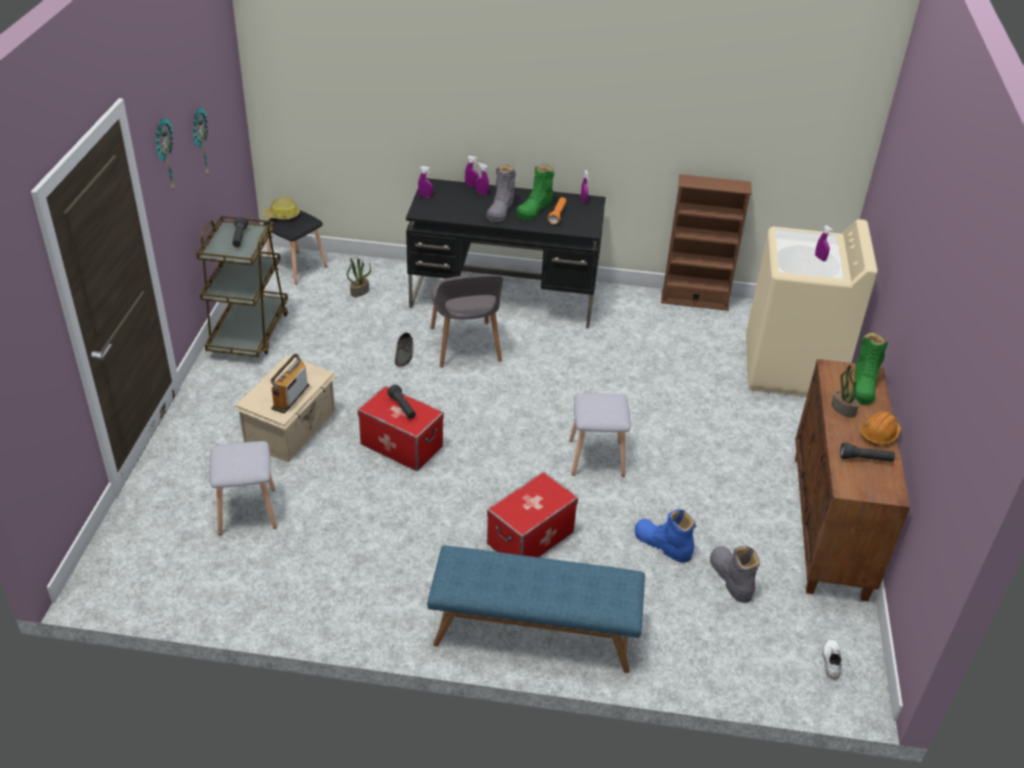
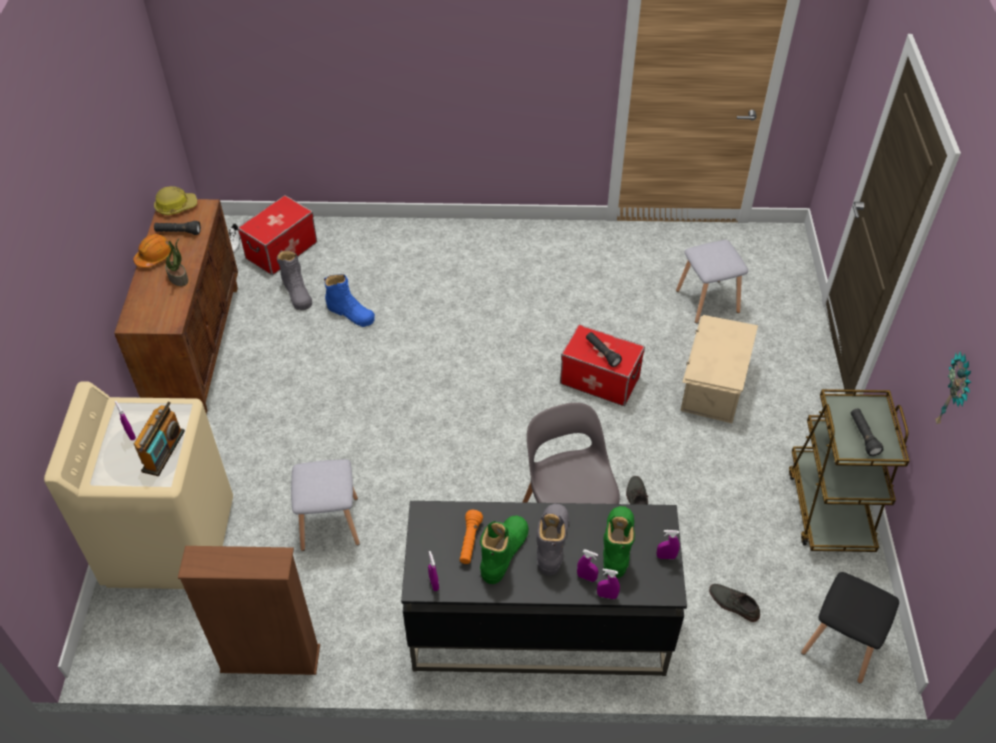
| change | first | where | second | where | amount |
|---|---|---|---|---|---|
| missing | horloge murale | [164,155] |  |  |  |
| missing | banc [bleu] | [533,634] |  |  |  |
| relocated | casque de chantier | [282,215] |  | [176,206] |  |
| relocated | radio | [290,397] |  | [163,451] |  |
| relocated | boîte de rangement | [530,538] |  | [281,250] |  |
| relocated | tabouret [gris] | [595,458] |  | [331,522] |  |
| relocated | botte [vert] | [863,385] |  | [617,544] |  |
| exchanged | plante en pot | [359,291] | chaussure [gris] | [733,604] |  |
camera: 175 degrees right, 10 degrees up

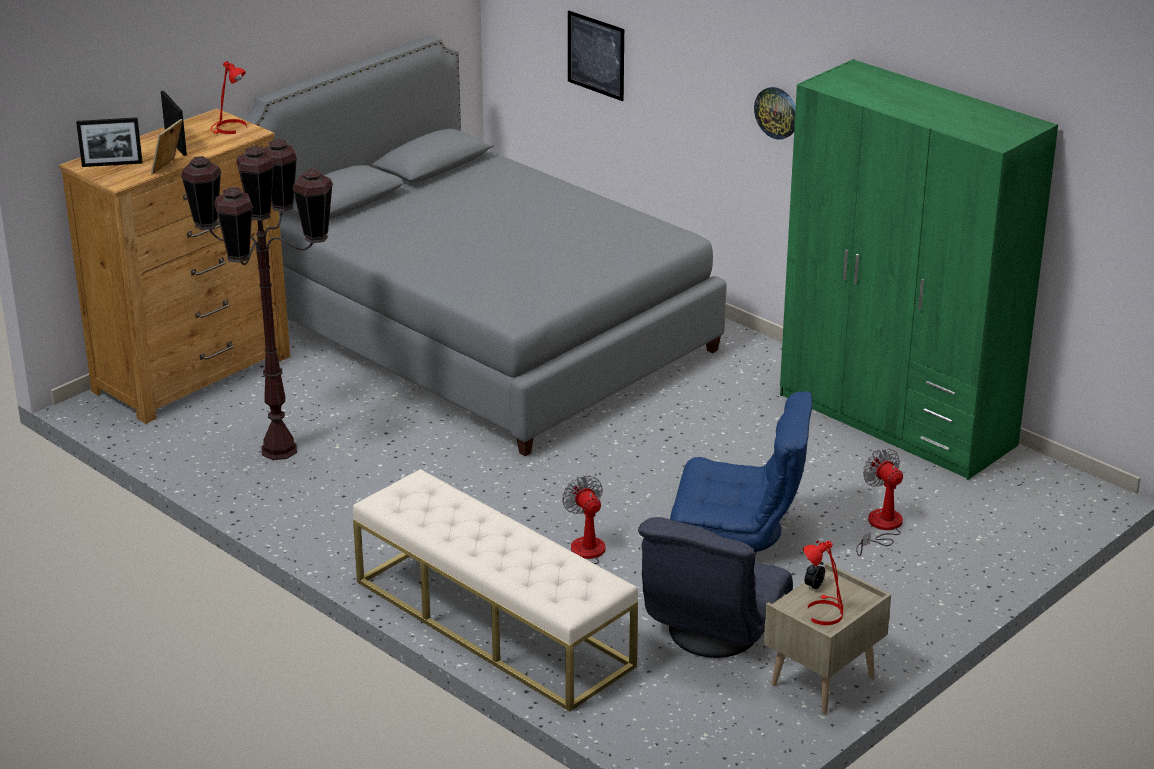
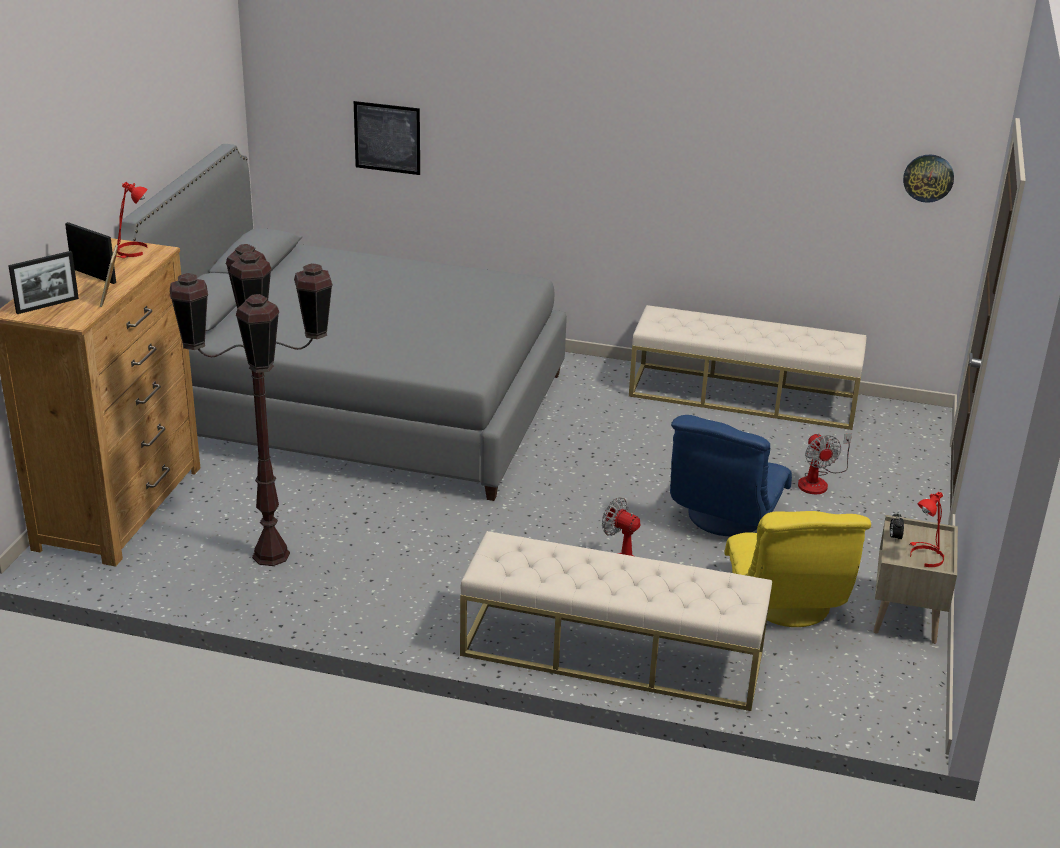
| change | first | where | second | where | amount |
|---|---|---|---|---|---|
| relocated | horloge murale | [777,112] |  | [928,178] |  |
| exchanged | armoire [vert] | [896,420] | banc [beige] | [743,396] |  |
| colour | fauteuil [gris] | [711,631] | fauteuil [jaune] | [786,604] |  |
| spun | fauteuil [bleu] | [738,533] |  | [723,516] | 135 degrees clockwise |
| spun | ventilateur | [881,527] |  | [818,481] | 135 degrees counterclockwise |
camera: 30 degrees left, 0 degrees up

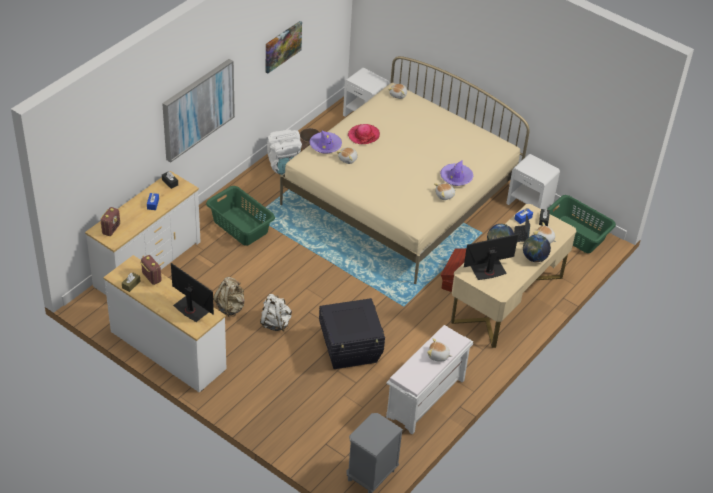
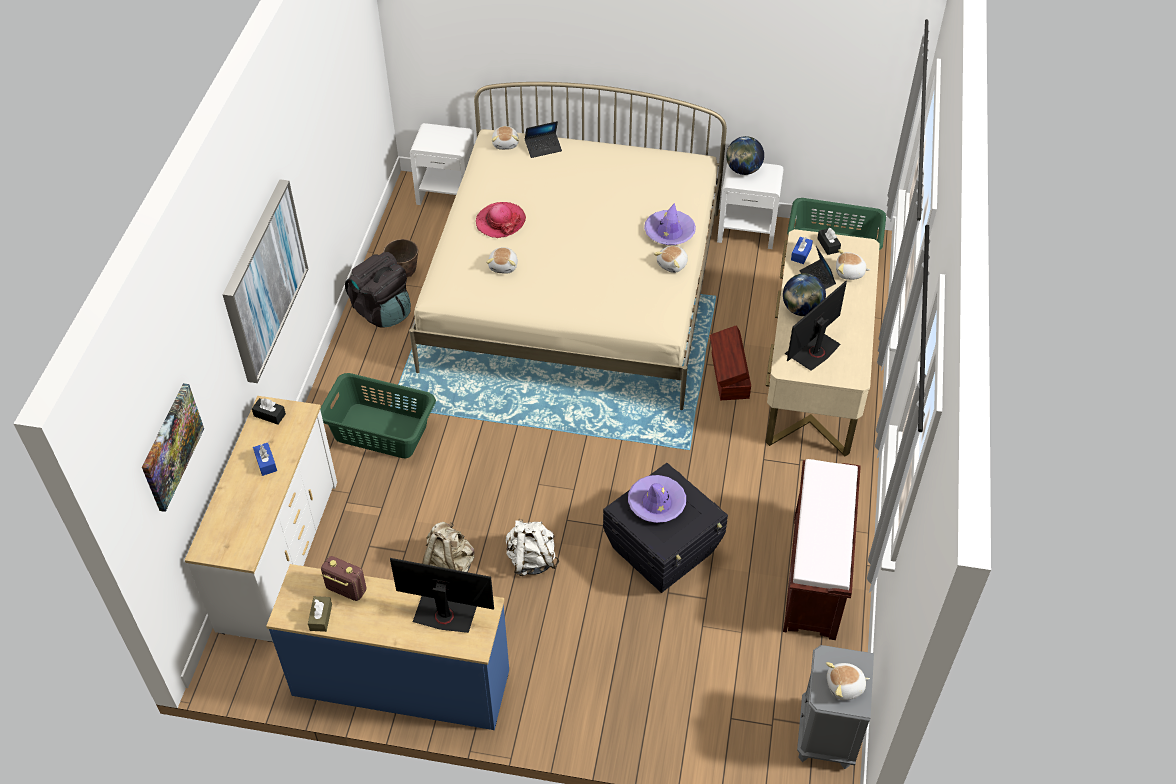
| change | first | where | second | where | amount |
|---|---|---|---|---|---|
| missing | radio | [111,229] |  |  |  |
| appeared |  |  | ordinateur portable | [543,148] |  |
| relocated | tableau | [282,46] |  | [171,446] |  |
| relocated | chapeau [violet] | [325,145] |  | [656,503] |  |
| relocated | peluche | [438,356] |  | [845,687] |  |
| relocated | globe | [534,258] |  | [743,170] |  |
| colour | commode [blanc] | [167,350] | commode [bleu] | [401,684] |  |
| colour | sac à dos [blanc] | [284,165] | sac à dos [noir] | [382,311] |  |
| colour | banc [blanc] | [425,399] | banc [marron] | [815,577] |  |
camera: 25 degrees left, 5 degrees up

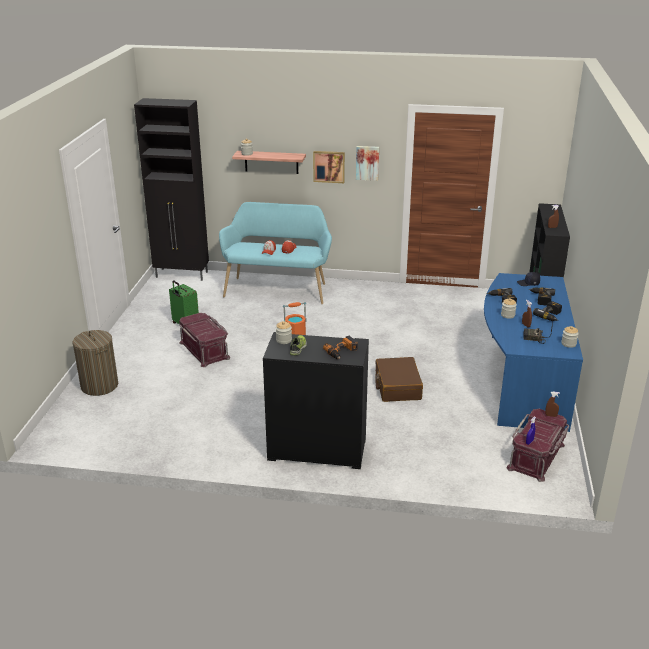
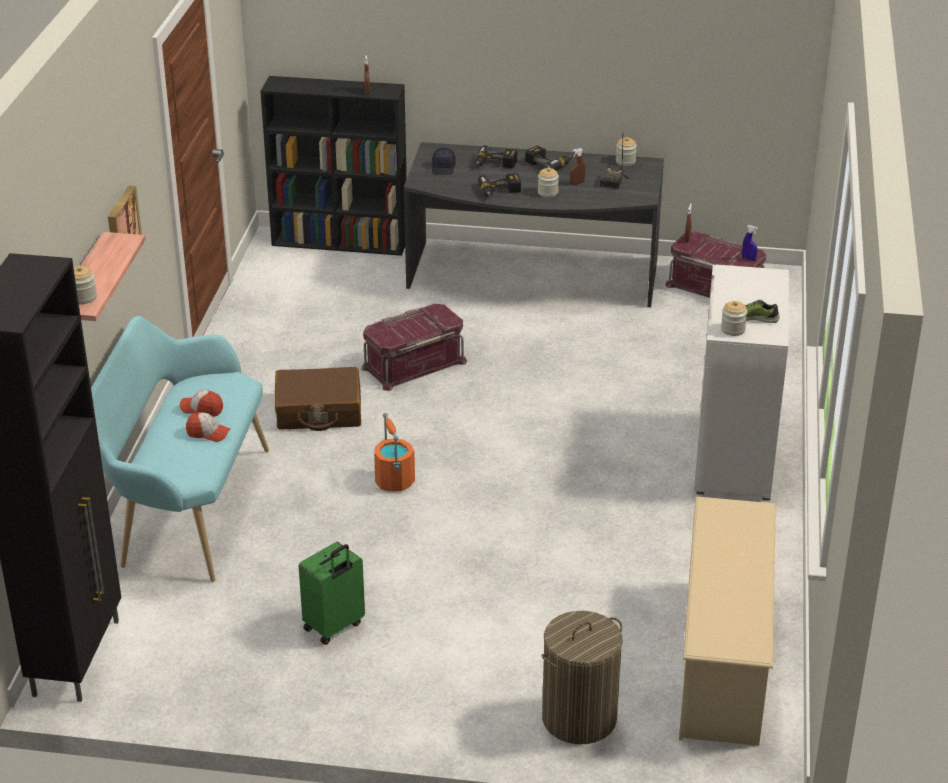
| change | first | where | second | where | amount |
|---|---|---|---|---|---|
| missing | perceuse | [342,352] |  |  |  |
| missing | tableau | [367,162] |  |  |  |
| appeared |  |  | étagère à chaussures [beige] | [723,661] |  |
| relocated | boîte de rangement [rouge] | [205,350] |  | [413,364] |  |
| relocated | valise [marron] | [397,386] |  | [318,411] |  |
| colour | meuble de rangement [noir] | [316,450] | meuble de rangement [blanc] | [735,455] |  |
| colour | bureau [bleu] | [521,379] | bureau [gris] | [532,277] |  |
camera: 90 degrees left, 5 degrees up

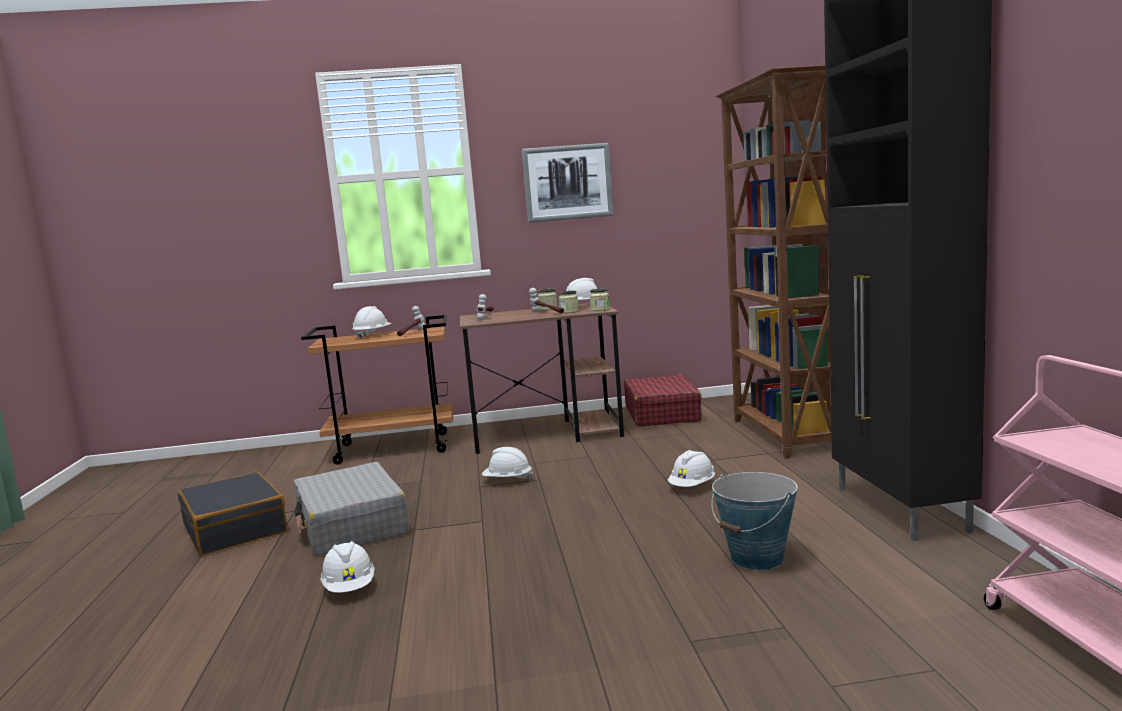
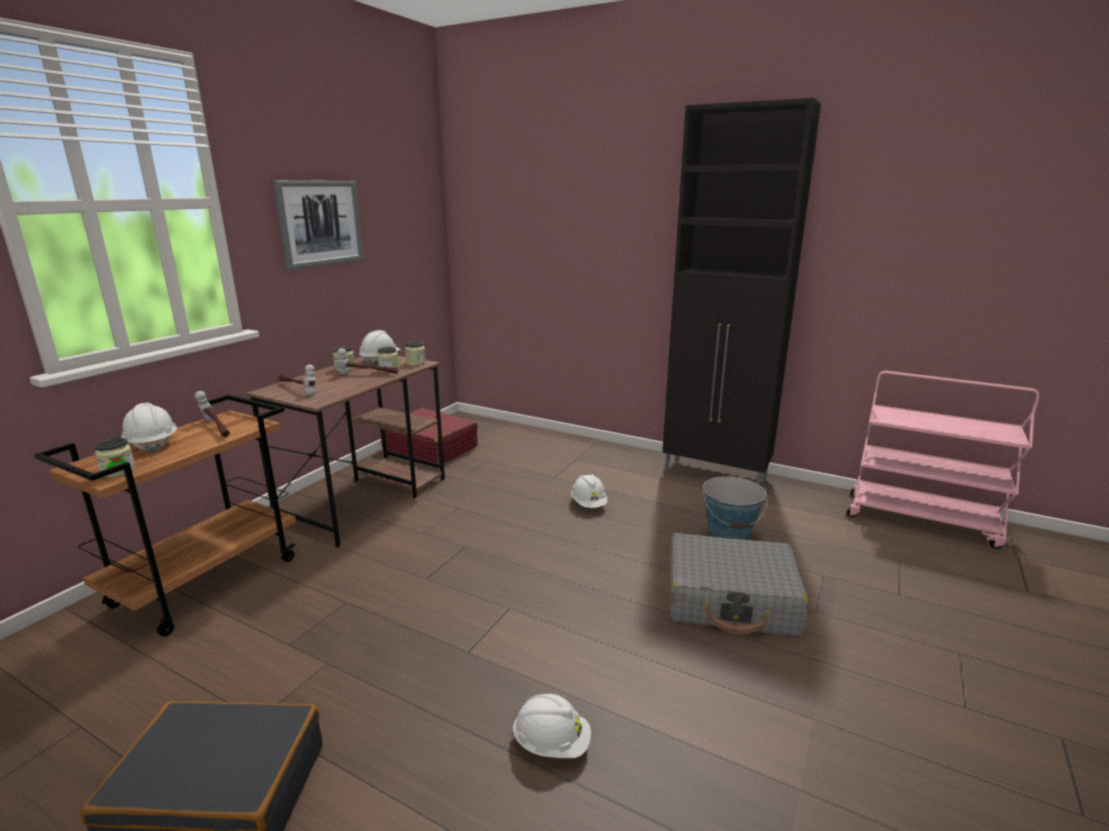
| change | first | where | second | where | amount |
|---|---|---|---|---|---|
| missing | casque de chantier [blanc] | [507,480] |  |  |  |
| missing | bibliothèque [marron] | [783,435] |  |  |  |
| appeared |  |  | bocal | [118,471] |  |
| relocated | valise [gris] | [351,526] |  | [731,600] |  |
camera: 55 degrees left, 10 degrees up

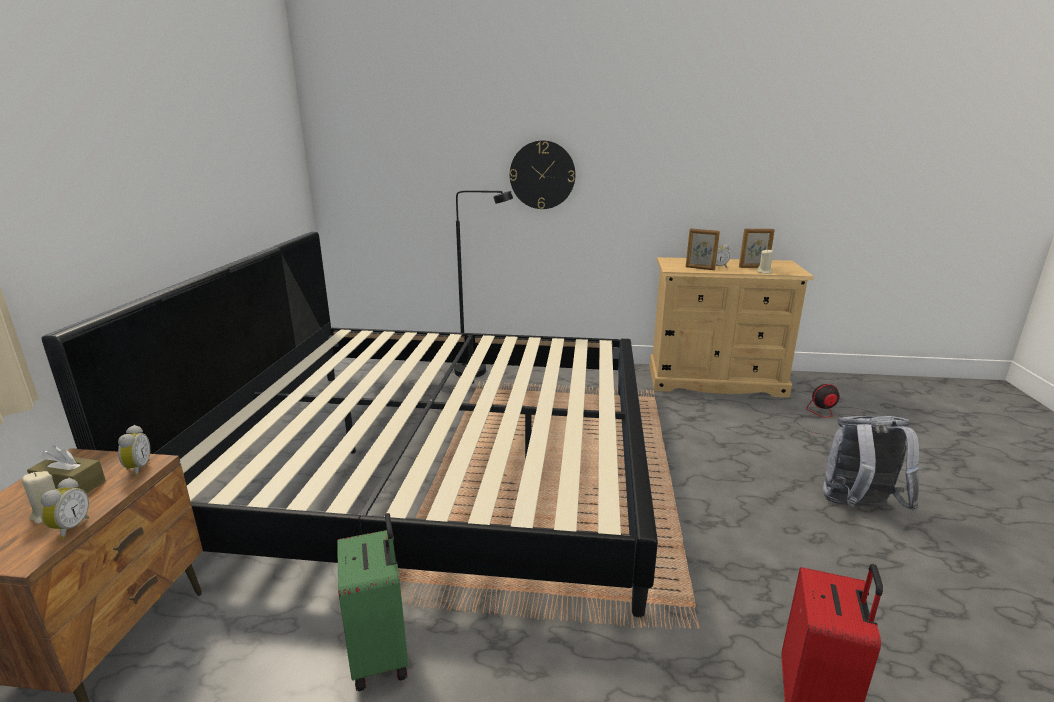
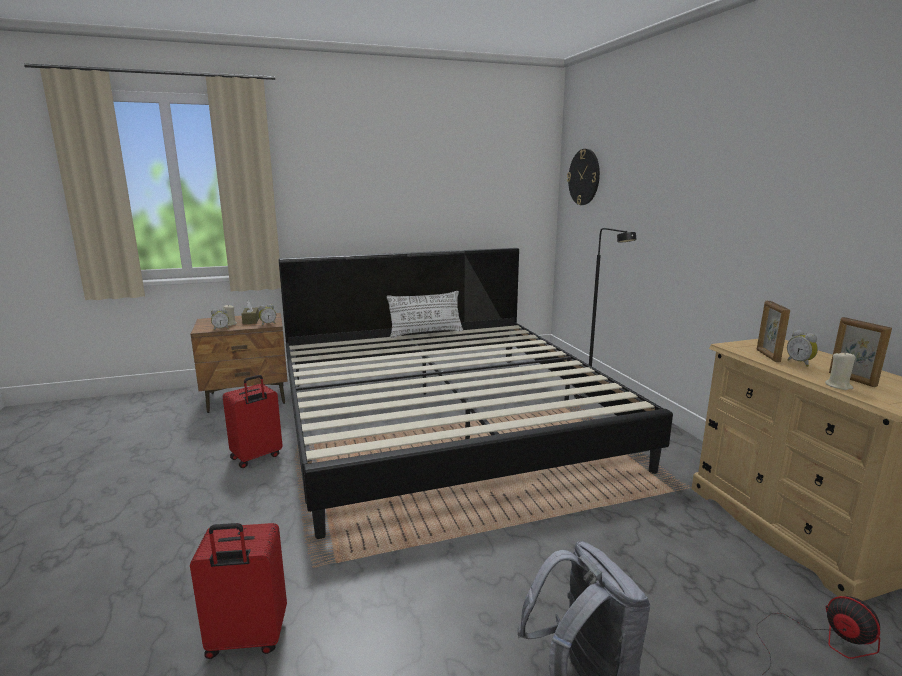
| change | first | where | second | where | amount |
|---|---|---|---|---|---|
| appeared |  |  | coussin [blanc] | [426,333] |  |
| relocated | horloge murale | [542,175] |  | [584,177] |  |
| colour | valise [vert] | [382,655] | valise [rouge] | [256,457] |  |
camera: 65 degrees right, 5 degrees down

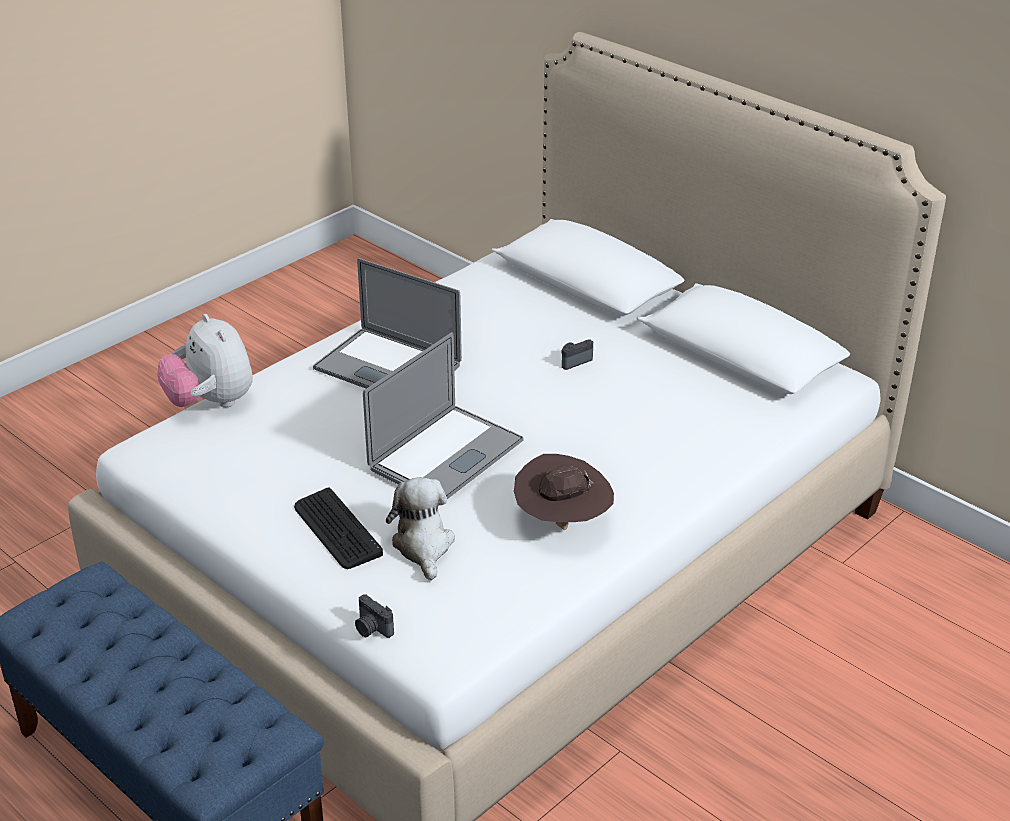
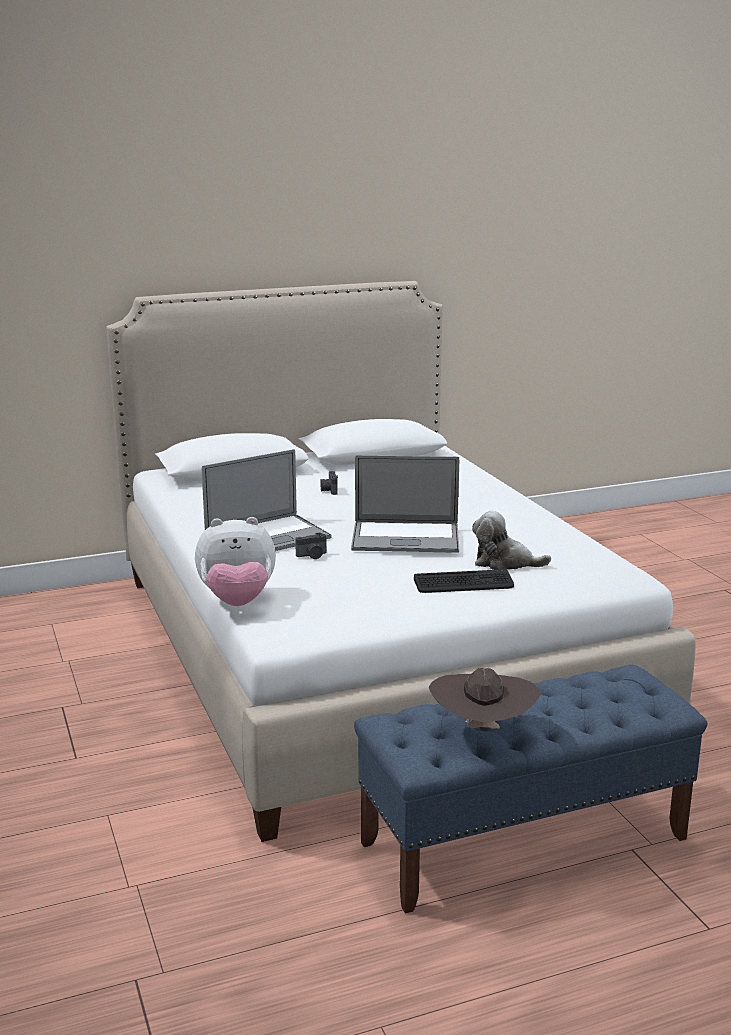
| change | first | where | second | where | amount |
|---|---|---|---|---|---|
| relocated | appareil photo | [372,629] |  | [312,556] |  |
| relocated | chapeau [marron] | [562,523] |  | [482,730] |  |
| spun | ordinateur portable | [446,454] |  | [405,538] | 120 degrees clockwise |
camera: 65 degrees left, 15 degrees down

